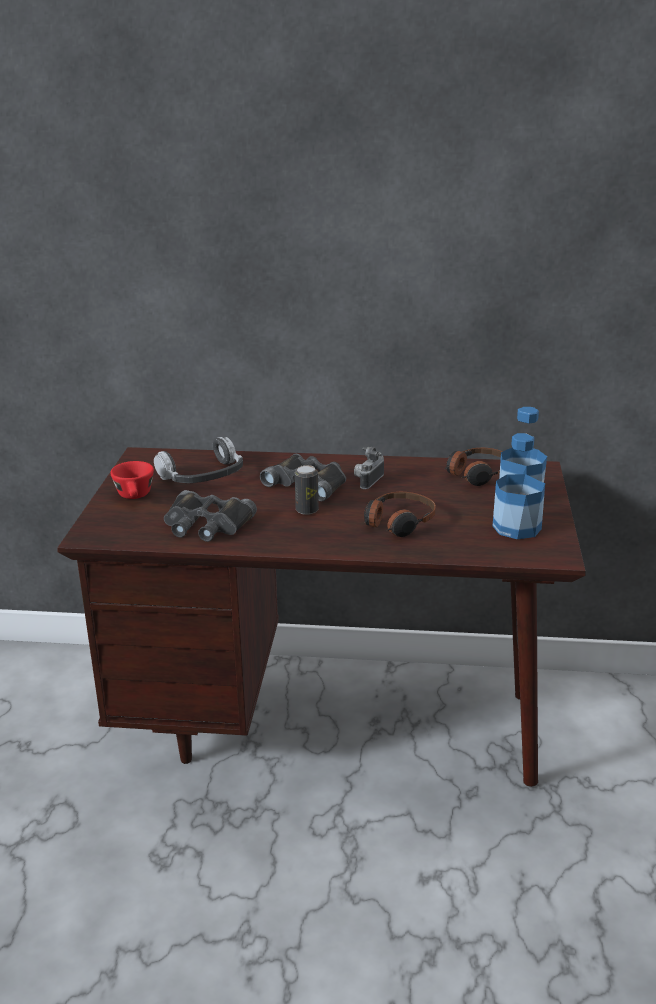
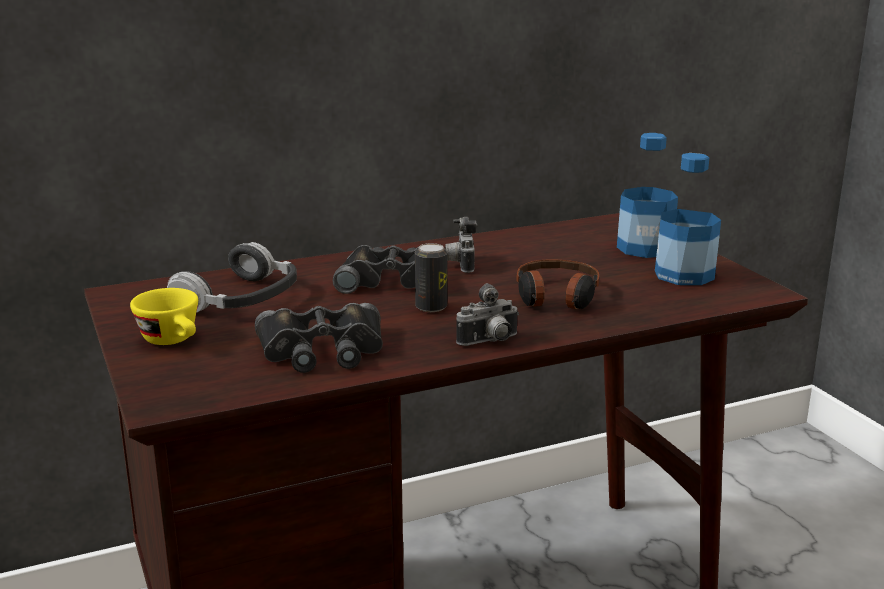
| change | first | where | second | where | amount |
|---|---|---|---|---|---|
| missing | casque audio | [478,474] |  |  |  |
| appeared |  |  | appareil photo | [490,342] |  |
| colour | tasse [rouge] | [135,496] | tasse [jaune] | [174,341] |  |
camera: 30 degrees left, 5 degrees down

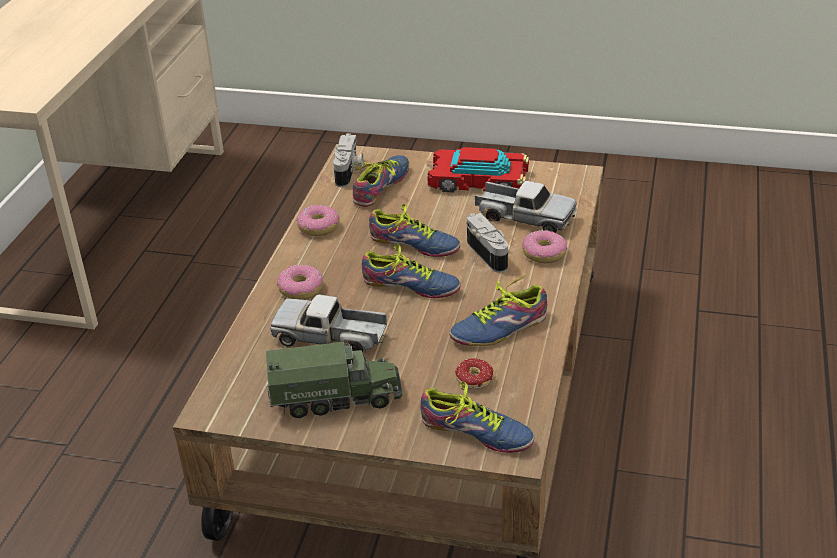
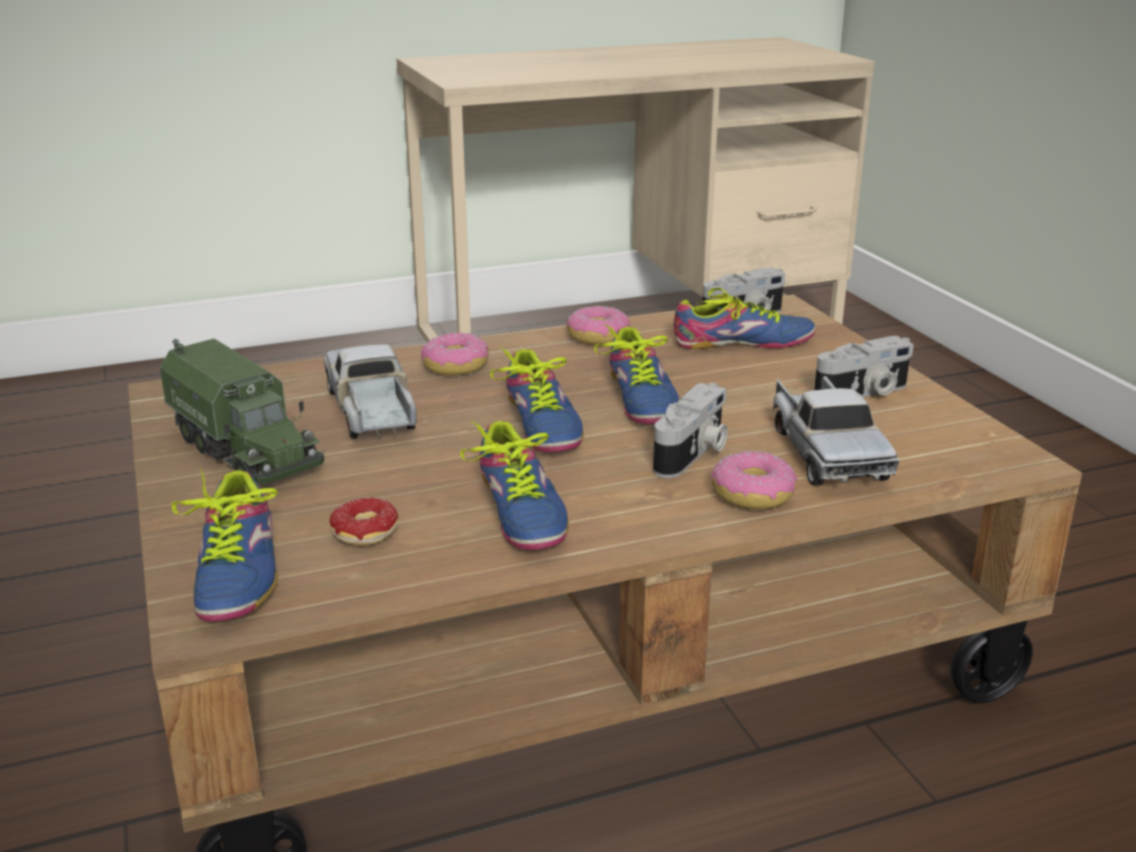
| change | first | where | second | where | amount |
|---|---|---|---|---|---|
| exchanged | petite voiture | [478,180] | appareil photo | [863,393] |  |
| spun | chaussure | [497,327] |  | [515,512] | 135 degrees counterclockwise |
camera: 55 degrees right, 10 degrees down

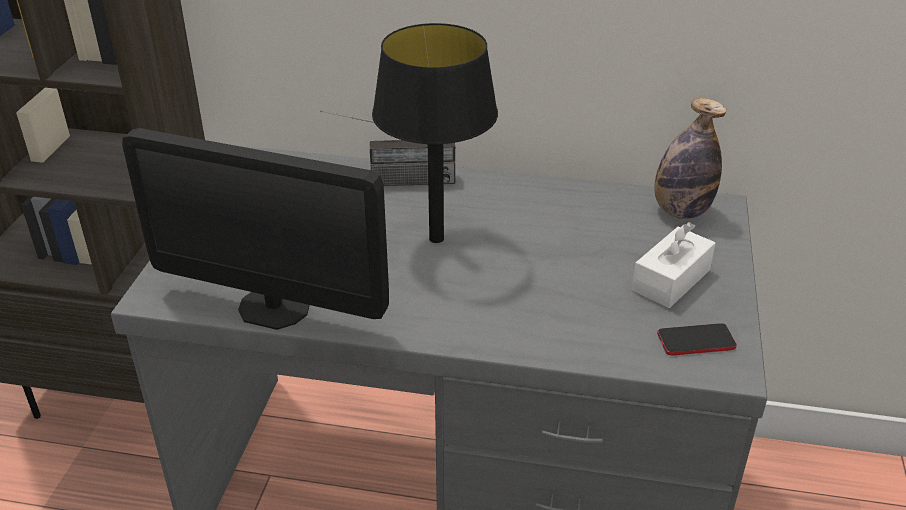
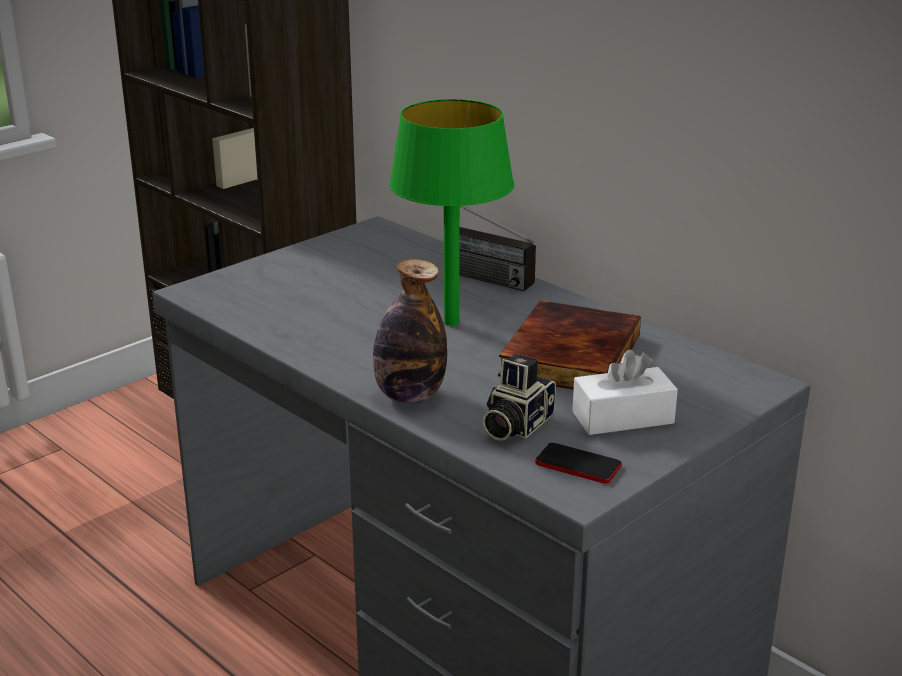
| change | first | where | second | where | amount |
|---|---|---|---|---|---|
| missing | écran d'ordinateur | [274,307] |  |  |  |
| appeared |  |  | appareil photo | [514,425] |  |
| appeared |  |  | livre | [567,354] |  |
| relocated | bouteille | [681,211] |  | [409,396] |  |
| colour | lampe de table [noir] | [436,238] | lampe de table [vert] | [451,322] |  |
camera: 35 degrees right, 10 degrees down

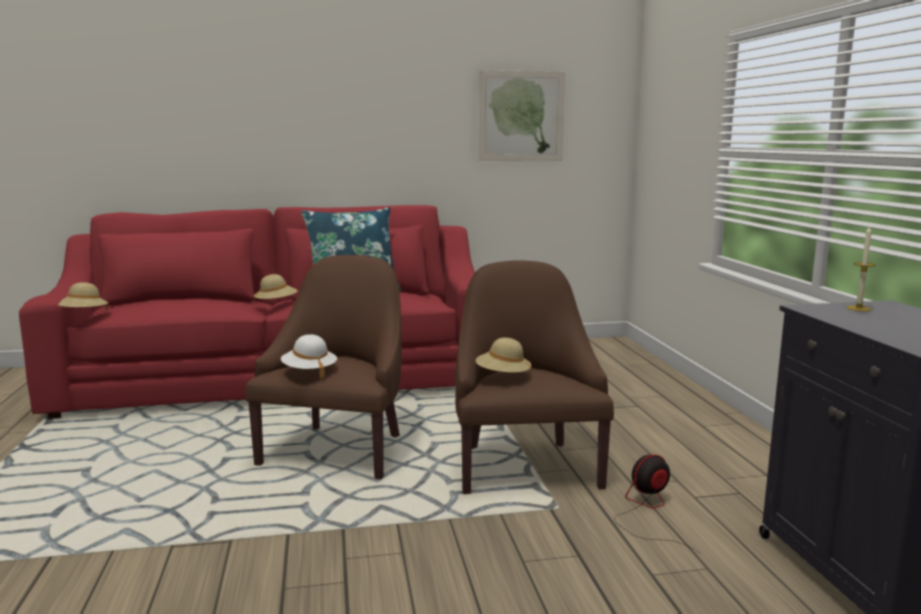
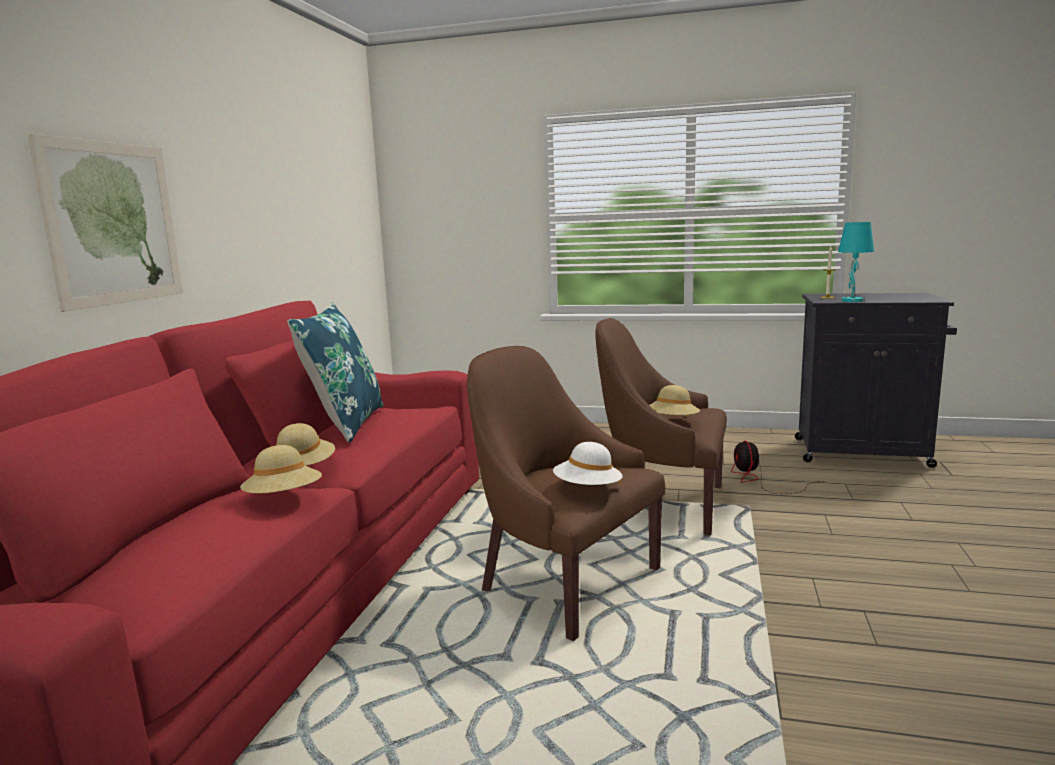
| change | first | where | second | where | amount |
|---|---|---|---|---|---|
| appeared |  |  | lampe de table [turquoise] | [851,300] |  |
| relocated | chapeau [beige] | [83,315] |  | [284,499] |  |
| relocated | tableau | [521,116] |  | [113,223] |  |
camera: 65 degrees left, 0 degrees up

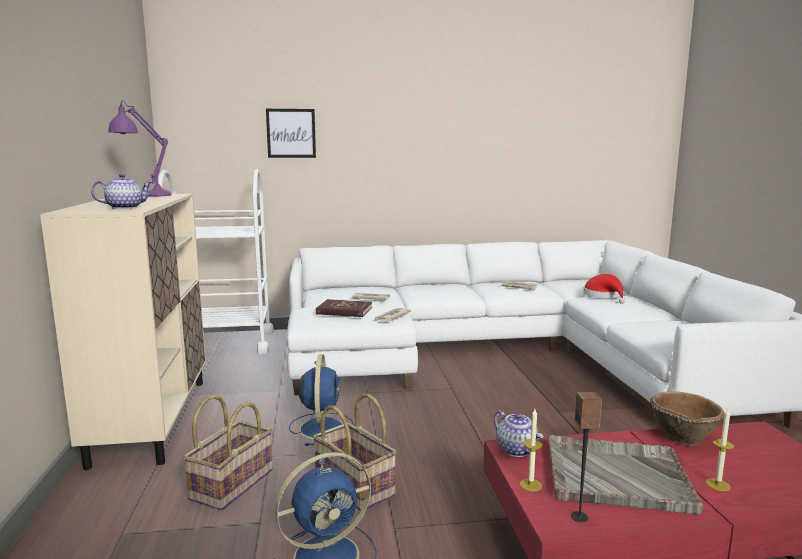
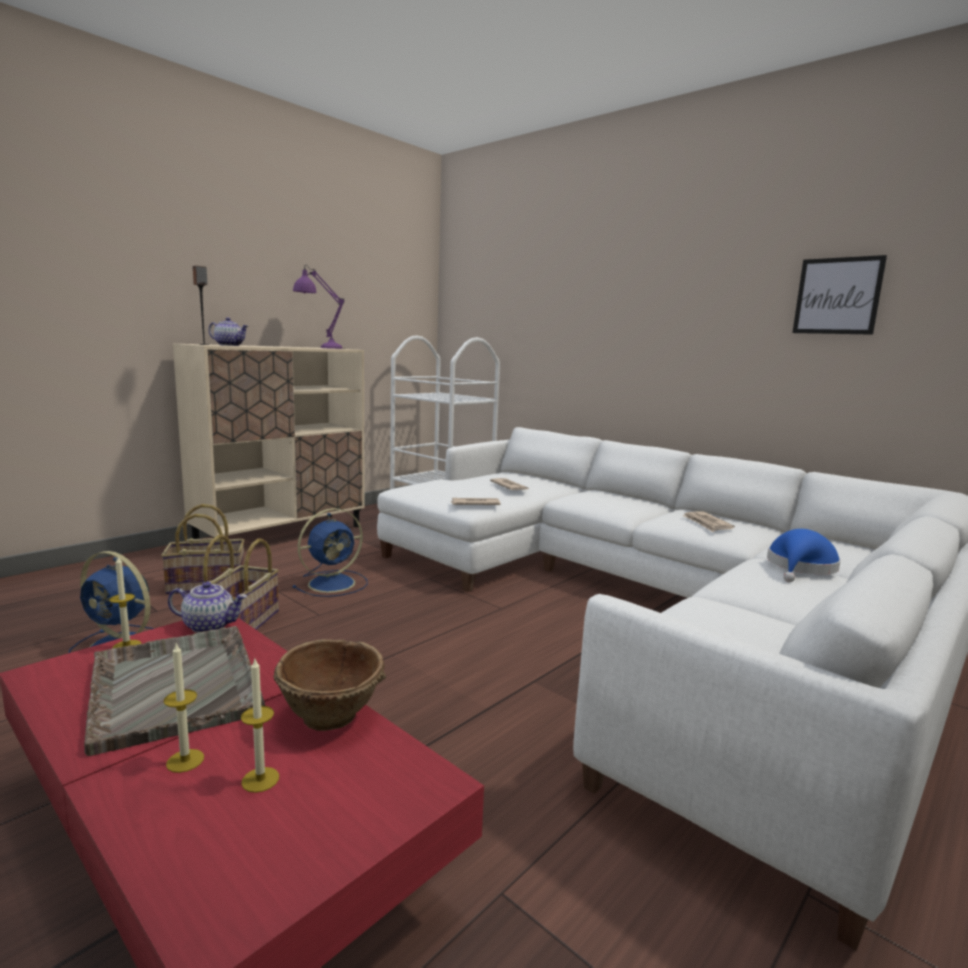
| change | first | where | second | where | amount |
|---|---|---|---|---|---|
| missing | livre [rouge] | [344,311] |  |  |  |
| appeared |  |  | bougie | [260,779] |  |
| relocated | tableau | [291,133] |  | [837,296] |  |
| relocated | enceinte | [580,517] |  | [204,344] |  |
| colour | chapeau [rouge] | [604,296] | chapeau [bleu] | [800,567] |  |
| spun | théière | [517,450] |  | [210,626] | 105 degrees counterclockwise |
camera: 50 degrees right, 0 degrees up

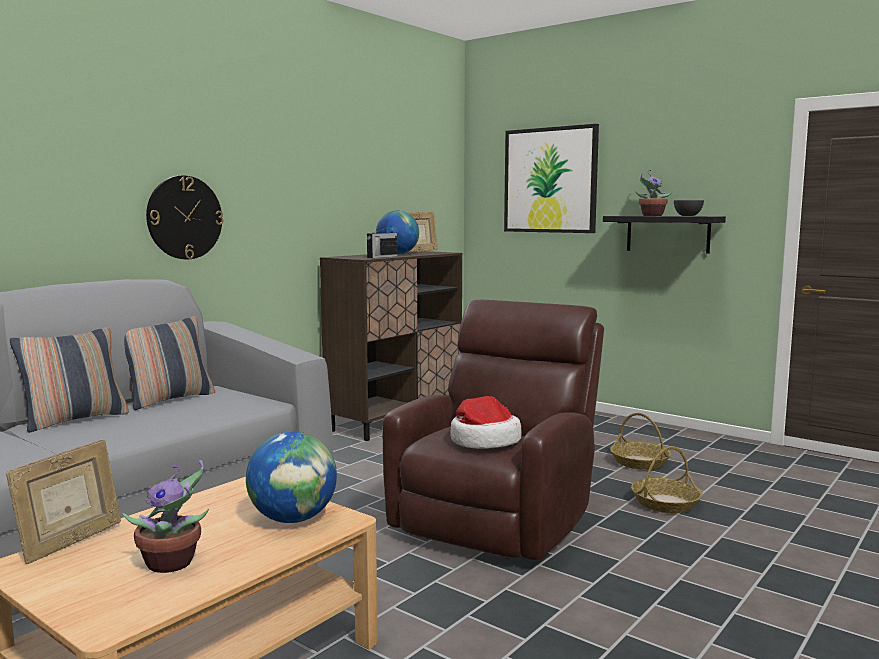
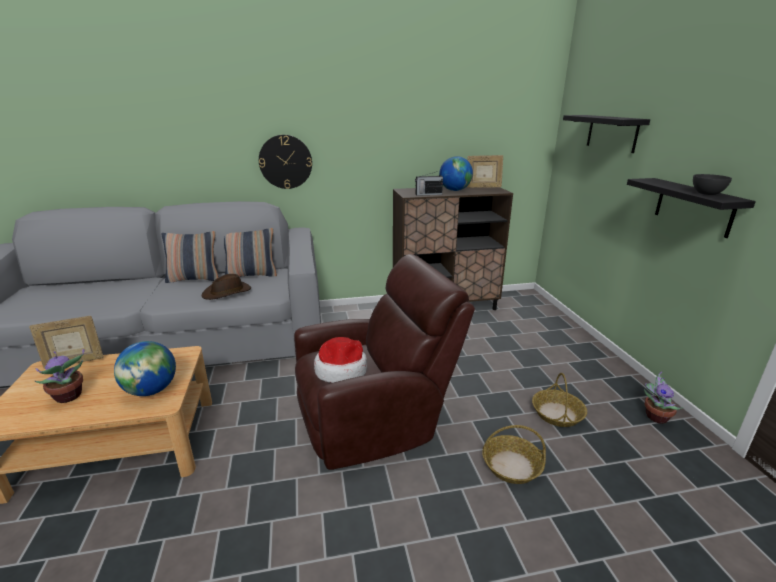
| change | first | where | second | where | amount |
|---|---|---|---|---|---|
| appeared |  |  | chapeau [marron] | [227,292] |  |
| relocated | plante en pot | [651,215] |  | [655,416] |  |
| exchanged | tableau | [550,180] | étagère [noir] | [612,133] |  |
camera: 40 degrees right, 15 degrees up

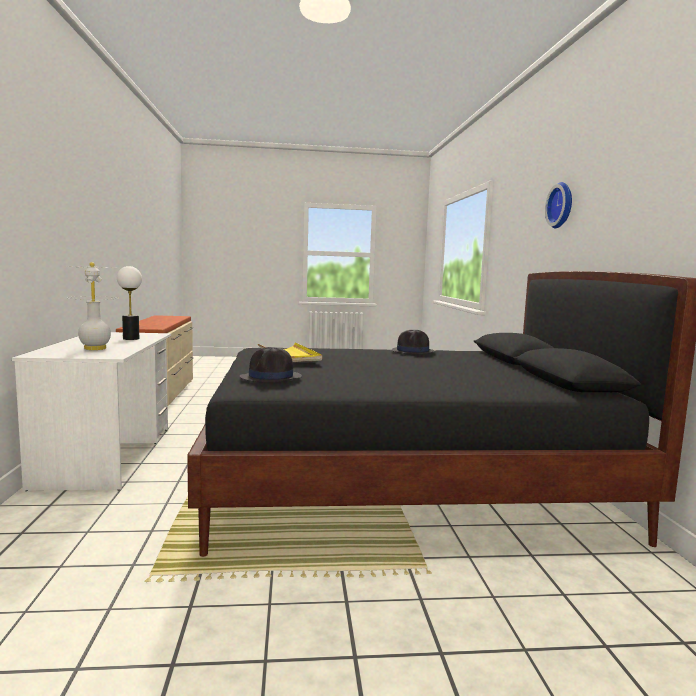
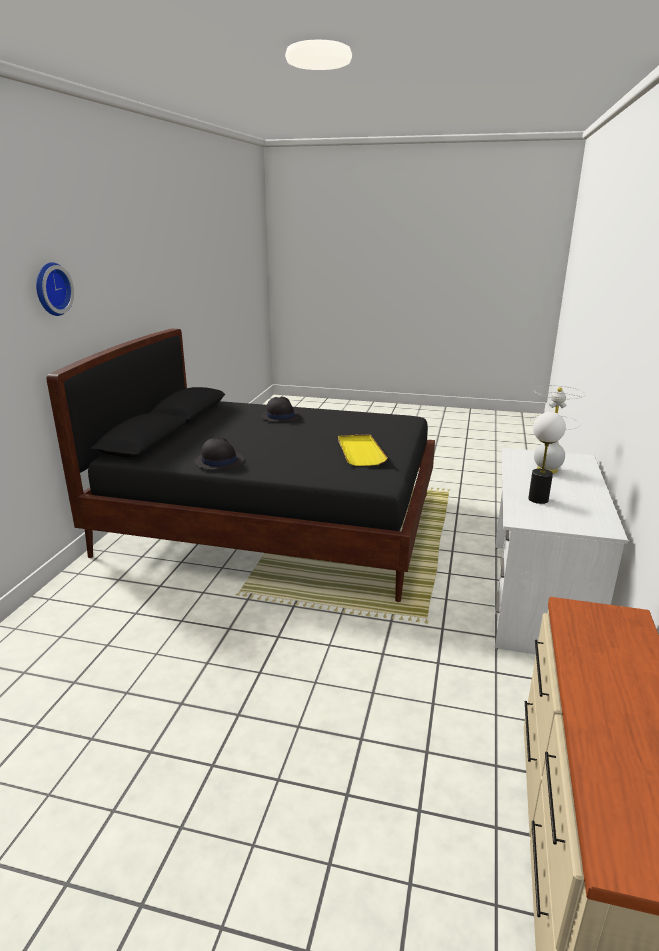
| change | first | where | second | where | amount |
|---|---|---|---|---|---|
| relocated | chapeau [noir] | [271,377] |  | [280,416] |  |
camera: 160 degrees left, 15 degrees up

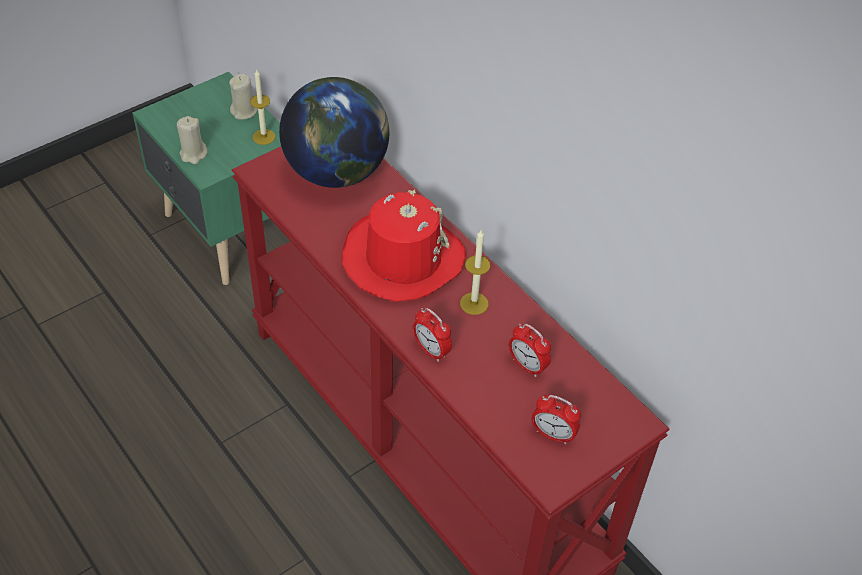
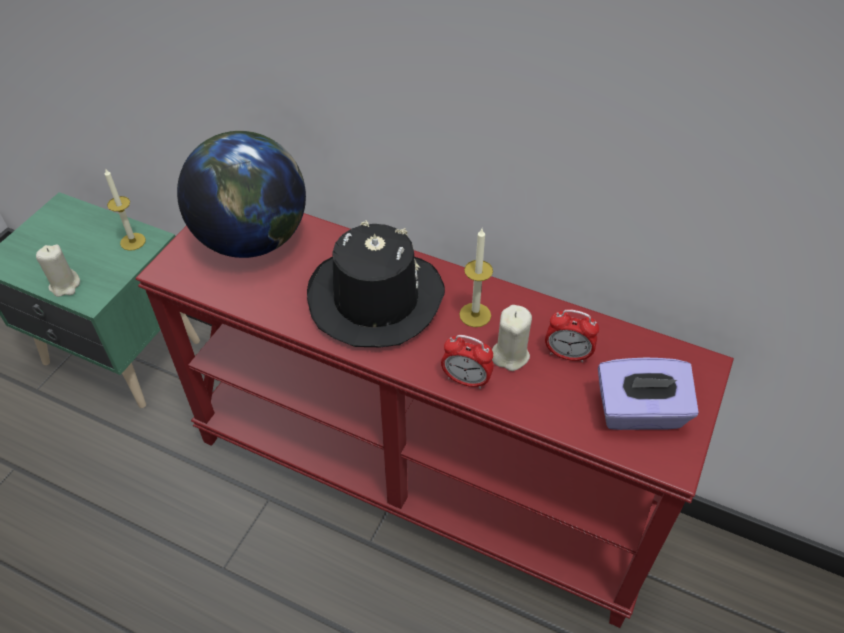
| change | first | where | second | where | amount |
|---|---|---|---|---|---|
| relocated | bougie [beige] | [244,111] |  | [510,355] |  |
| exchanged | réveil | [553,434] | boîte à mouchoirs [violet] | [639,412] |  |
| colour | chapeau [rouge] | [402,258] | chapeau [noir] | [375,299] |  |
camera: 25 degrees left, 0 degrees up

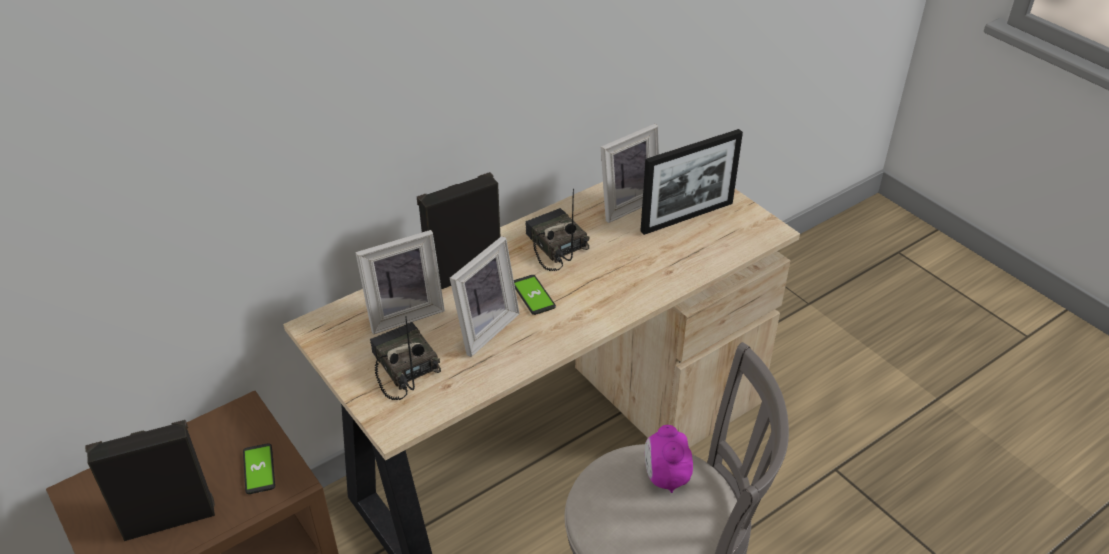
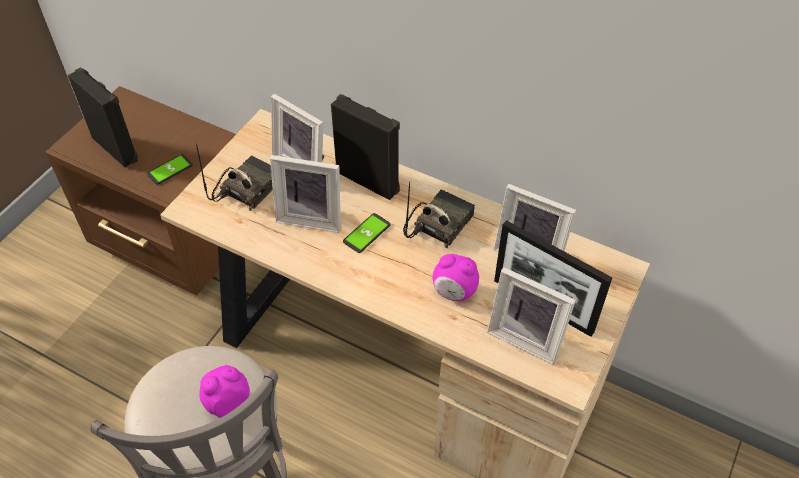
| change | first | where | second | where | amount |
|---|---|---|---|---|---|
| appeared |  |  | réveil | [454,292] |  |
| appeared |  |  | cadre photo | [526,336] |  |
camera: 65 degrees right, 10 degrees up

